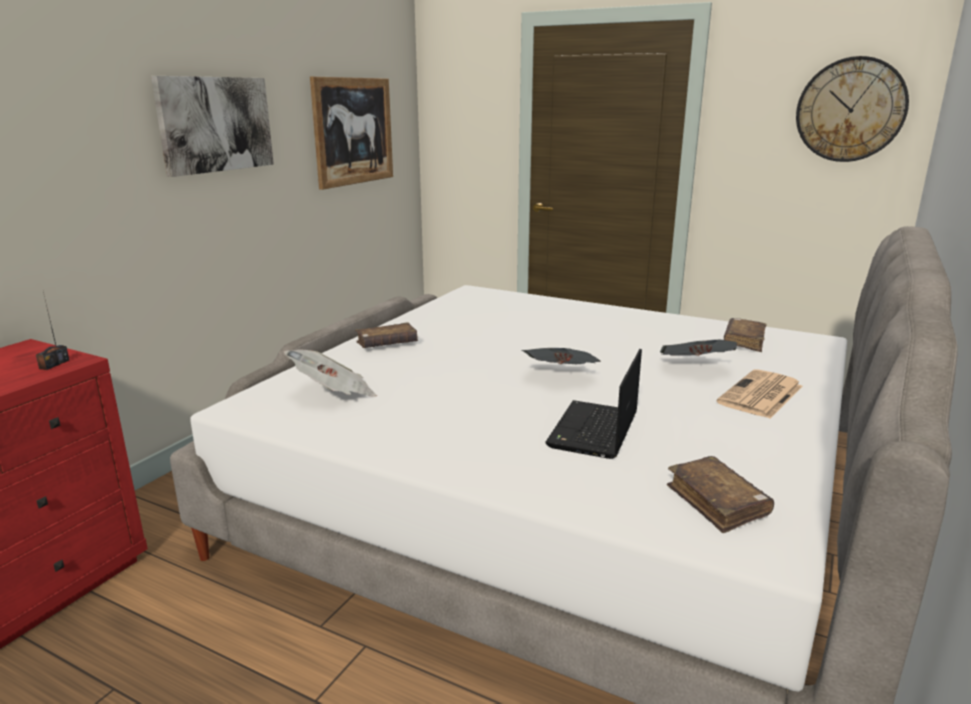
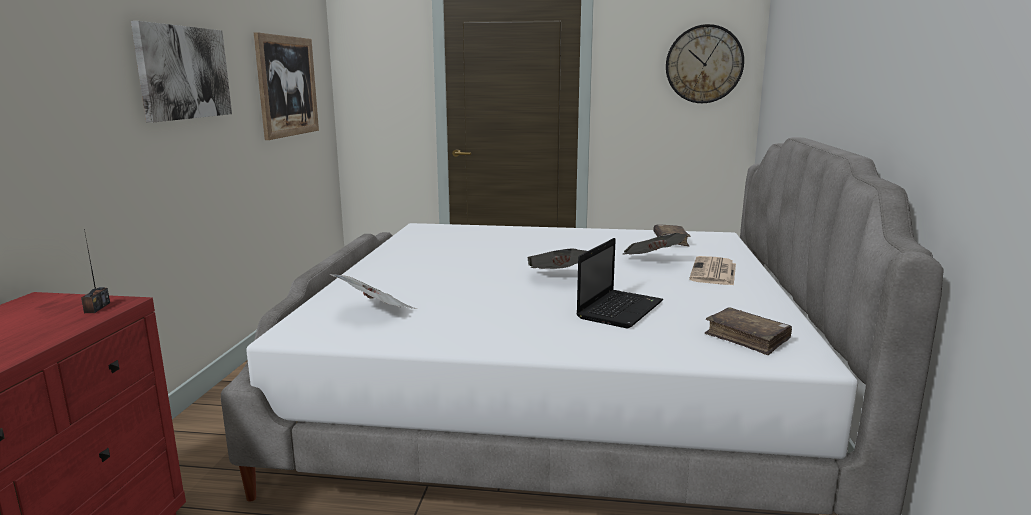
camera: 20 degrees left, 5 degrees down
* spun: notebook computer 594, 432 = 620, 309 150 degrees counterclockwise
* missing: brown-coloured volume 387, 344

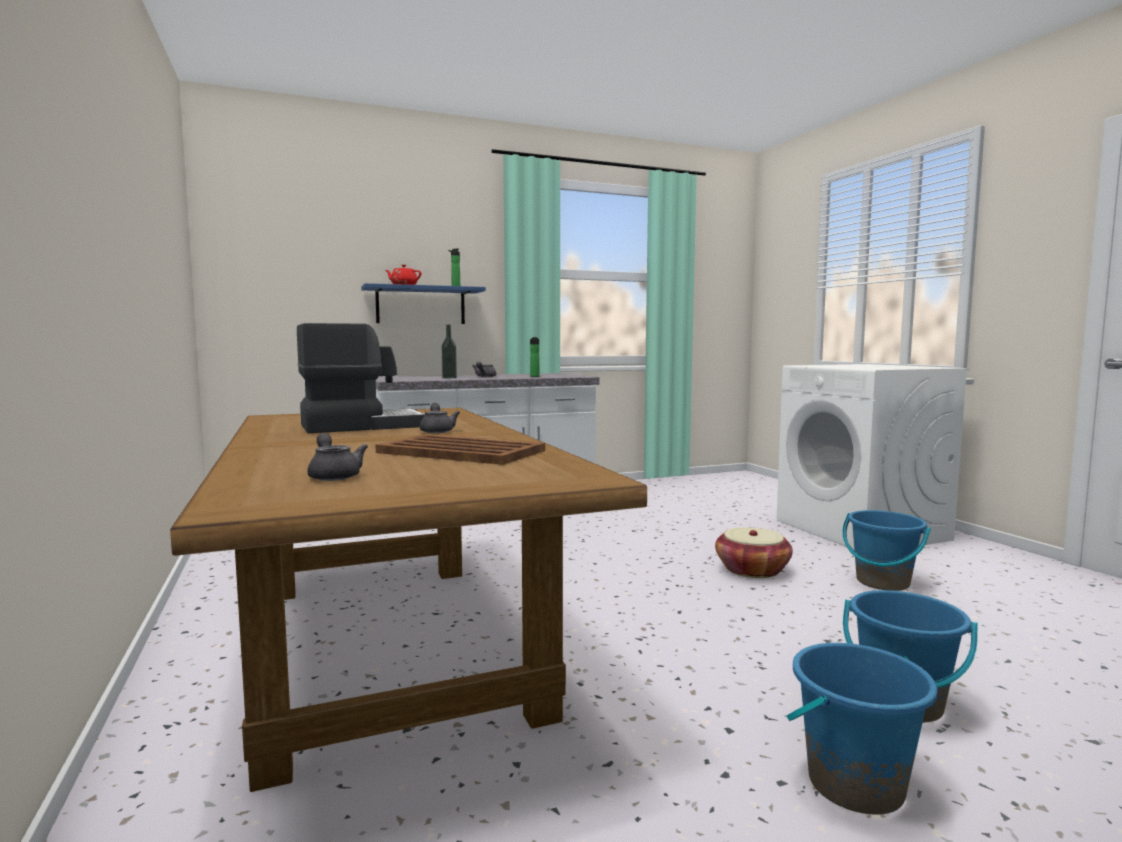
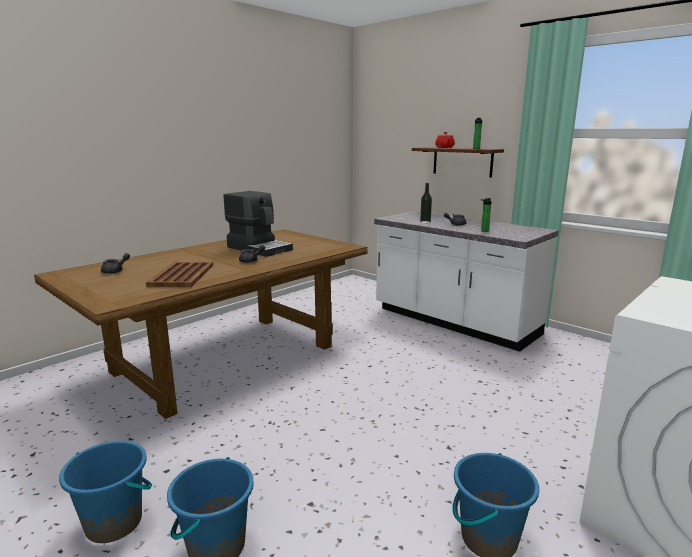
camera: 65 degrees right, 10 degrees up
* colour: blue shelf 421, 305 to brown-coloured shelf 462, 161
* missing: basket 752, 570

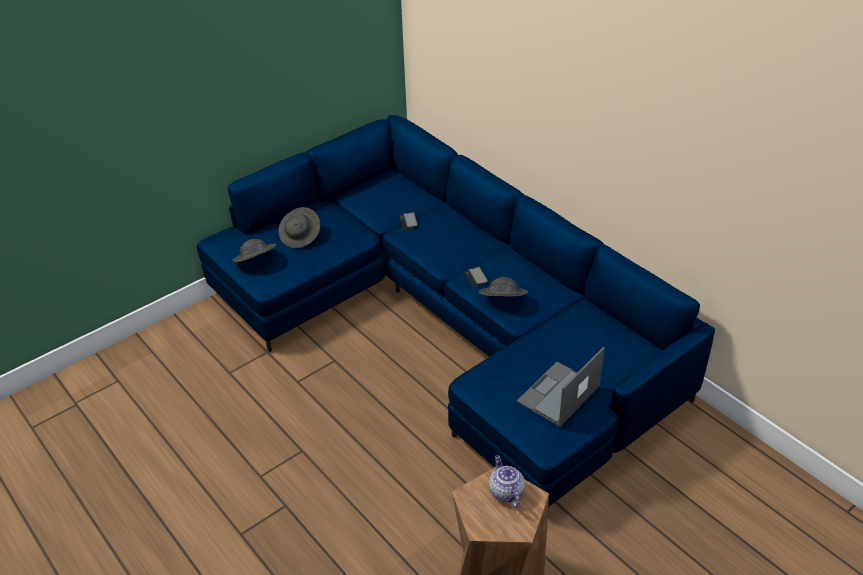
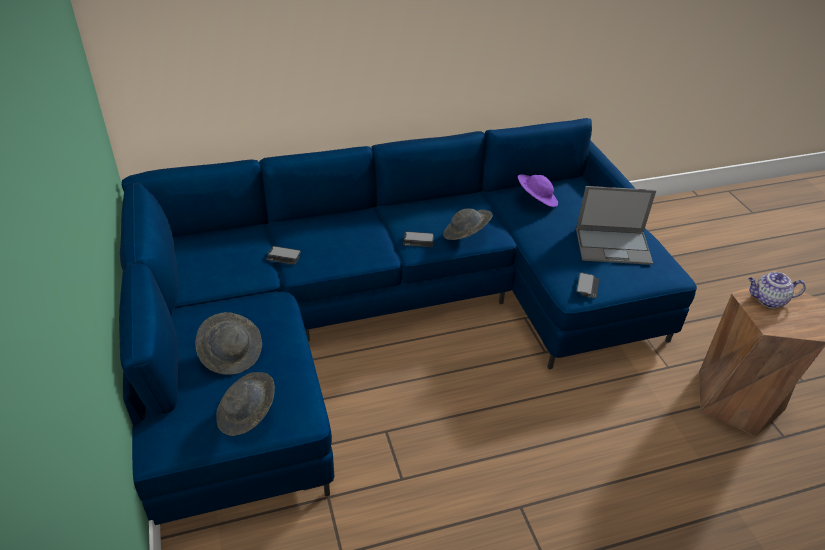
camera: 70 degrees left, 0 degrees up
* appeared: purple-coloured wearable hat 535, 200
* spun: notebook computer 558, 395 = 614, 246 60 degrees counterclockwise
* appeared: handset 587, 286

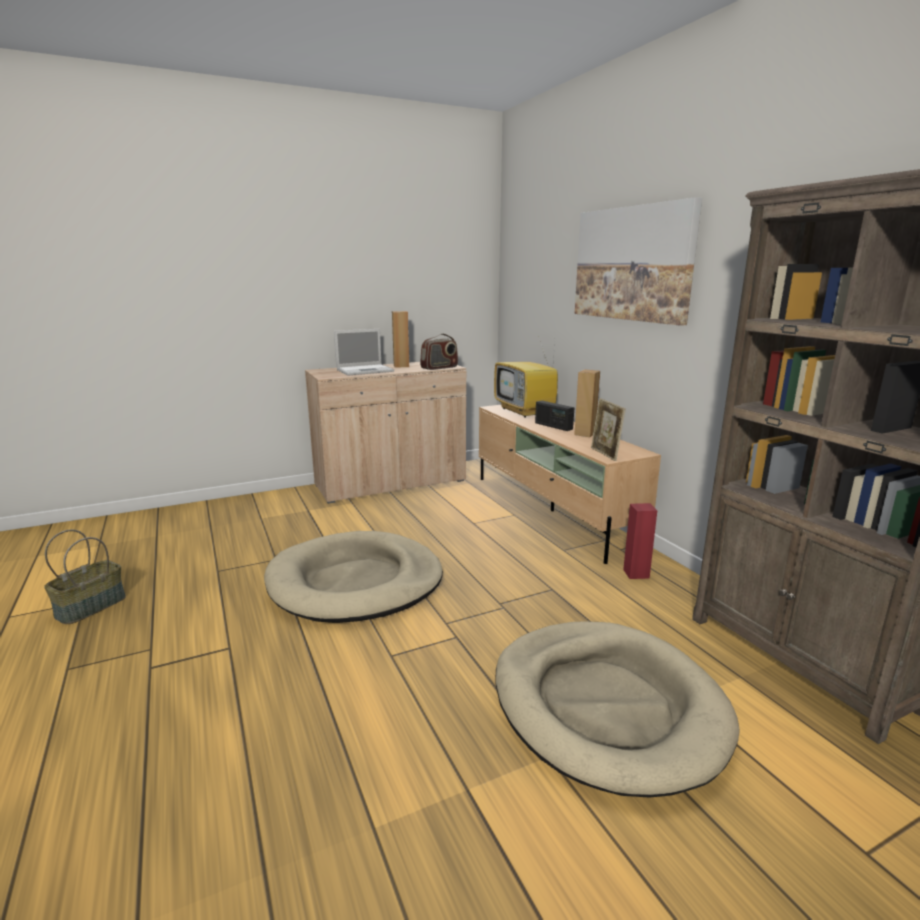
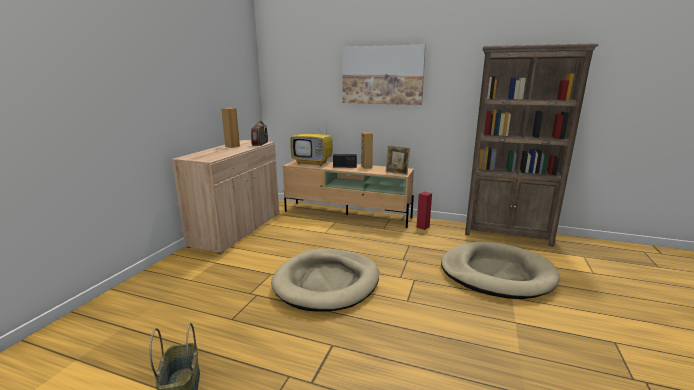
camera: 45 degrees left, 0 degrees up
* missing: notebook computer 366, 370

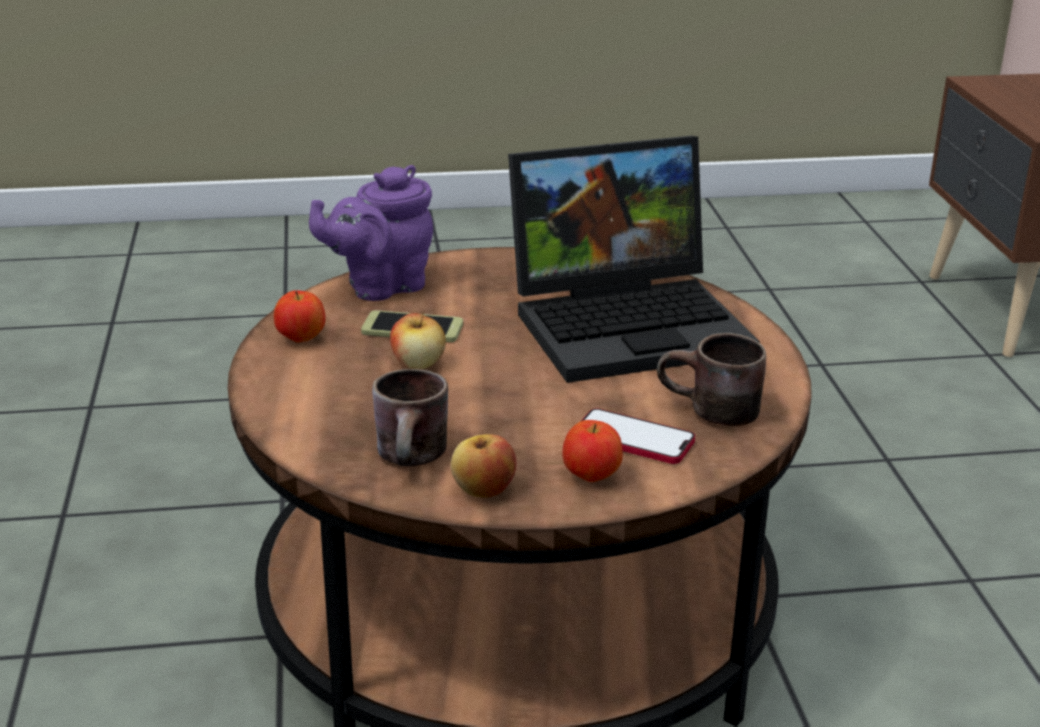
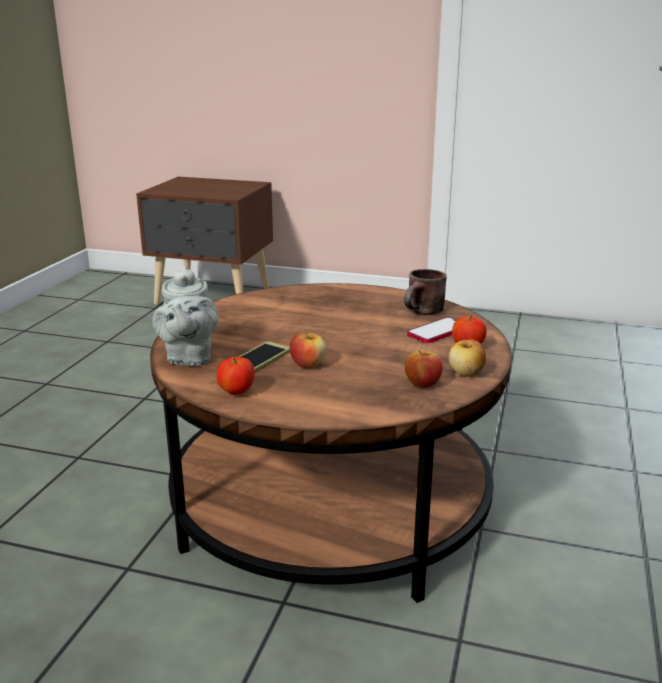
camera: 65 degrees left, 5 degrees down
* colour: purple-coloured teapot 380, 286 to grey teapot 189, 357
* exchanged: brown-coloured tea mug 417, 459 to apple 422, 384
* missing: notebook computer 631, 322

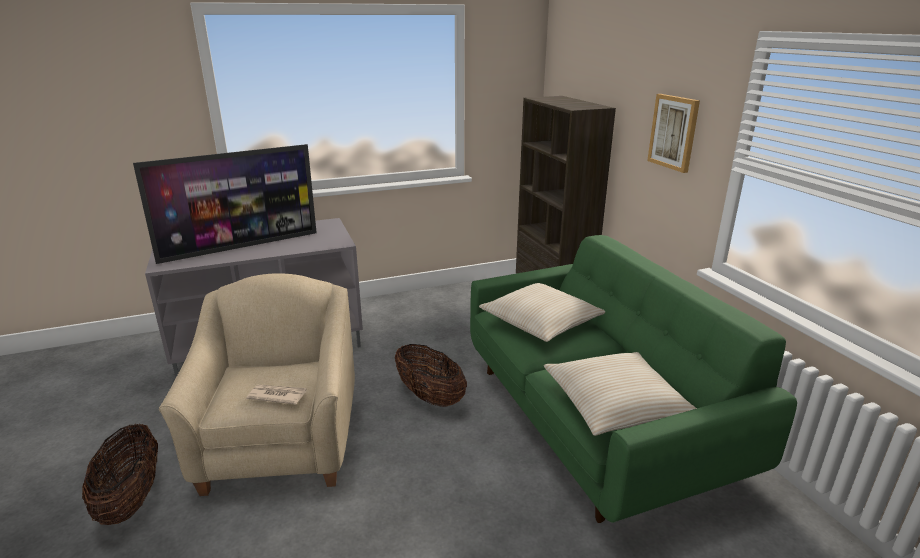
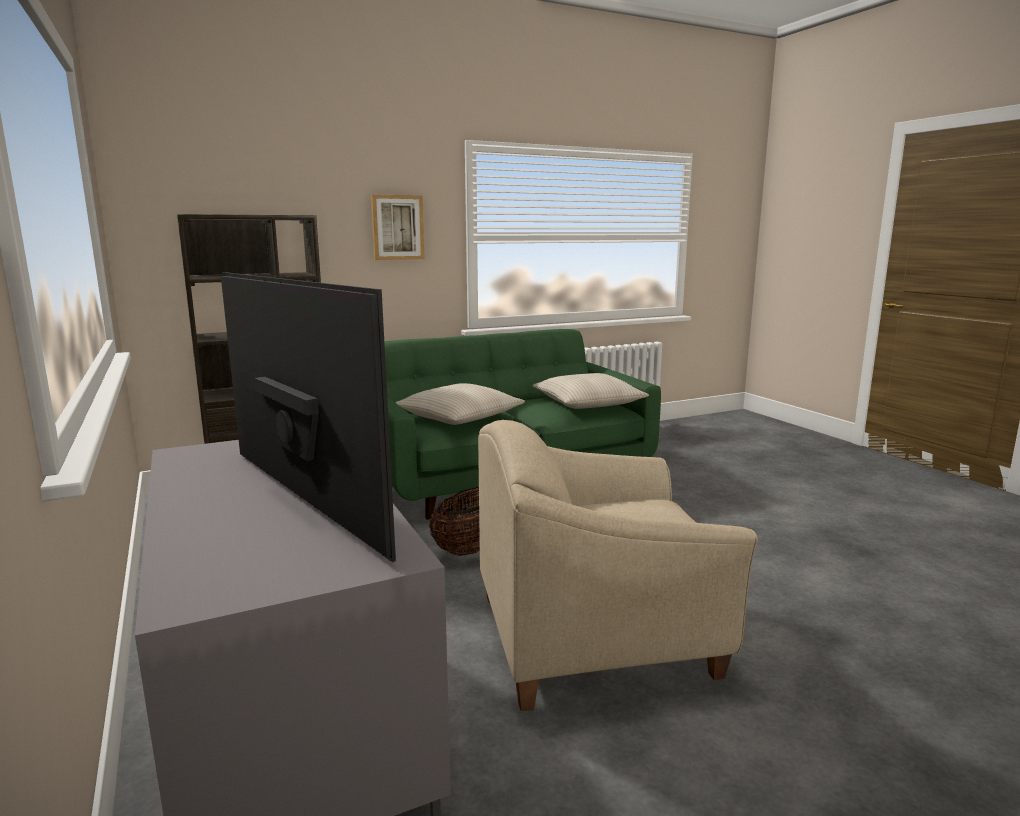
camera: 95 degrees left, 10 degrees down
* missing: basket 131, 498
* missing: printed paper 277, 395

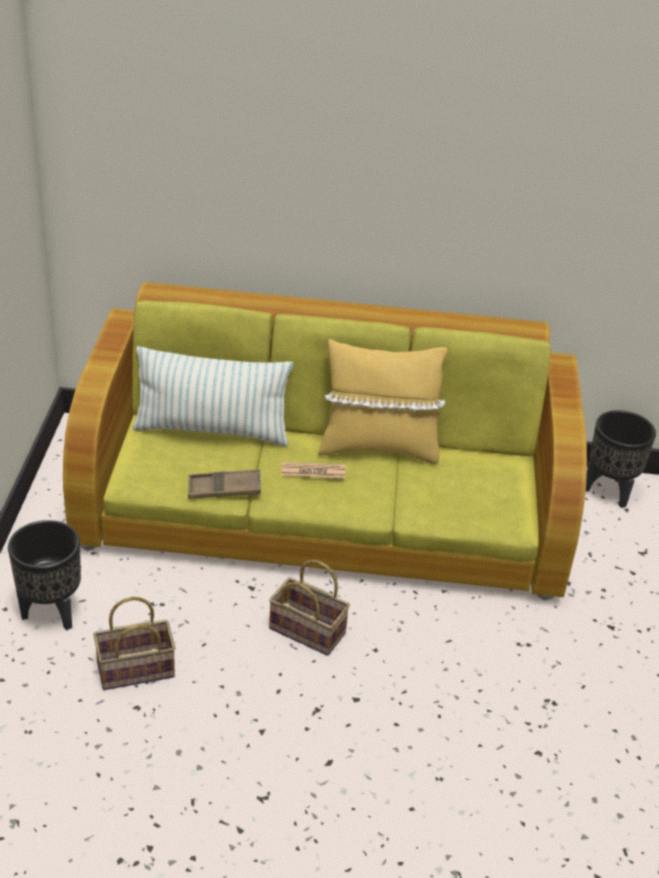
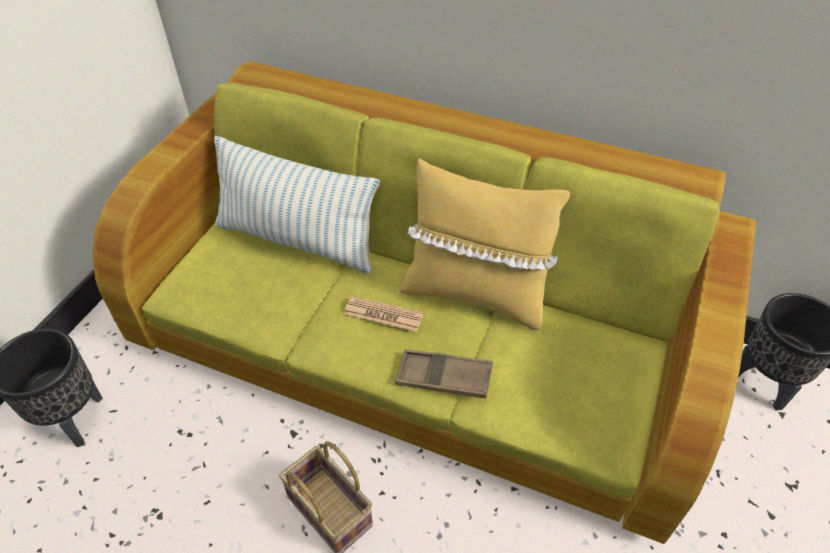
camera: 20 degrees right, 10 degrees up
* relocated: brown-coloured carrying tray 224, 489 to 444, 378
* missing: basket 134, 671

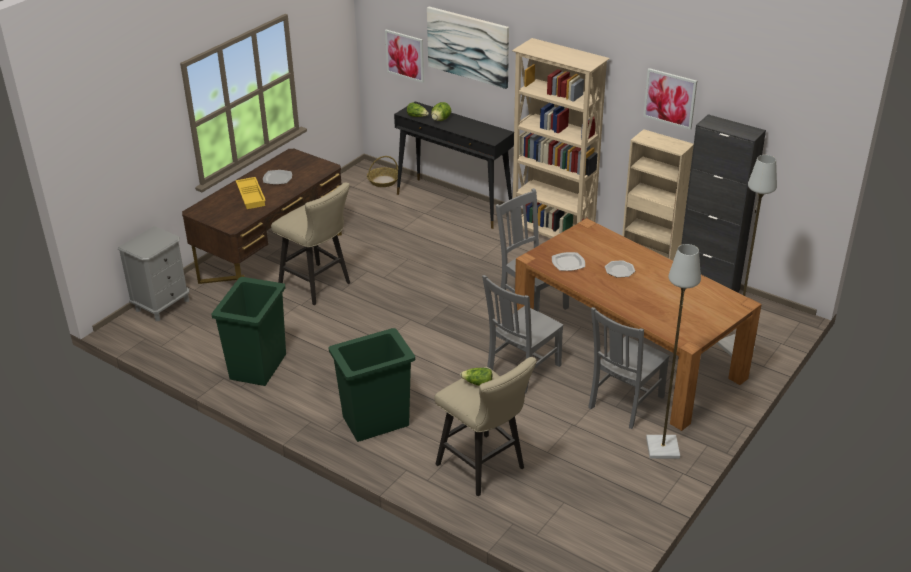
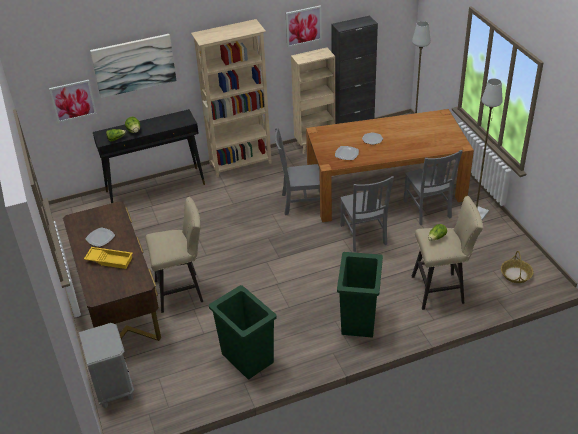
camera: 55 degrees left, 5 degrees up
* relocated: basket 383, 181 to 515, 274

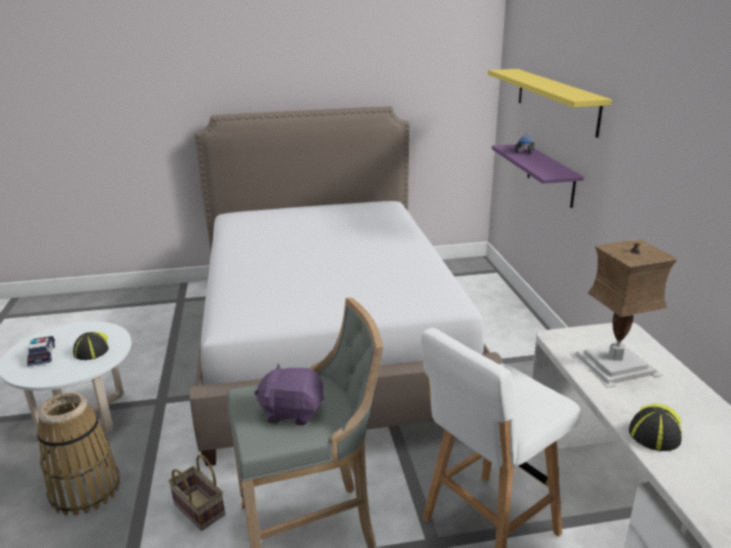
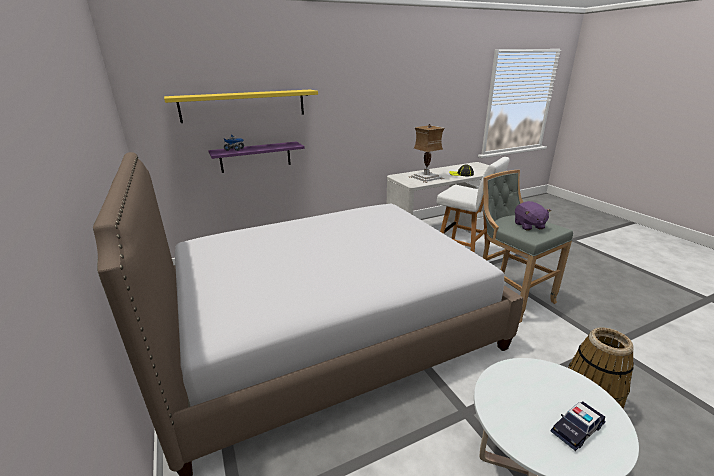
camera: 105 degrees left, 0 degrees up
* missing: baseball cap 92, 347
* missing: basket 197, 509

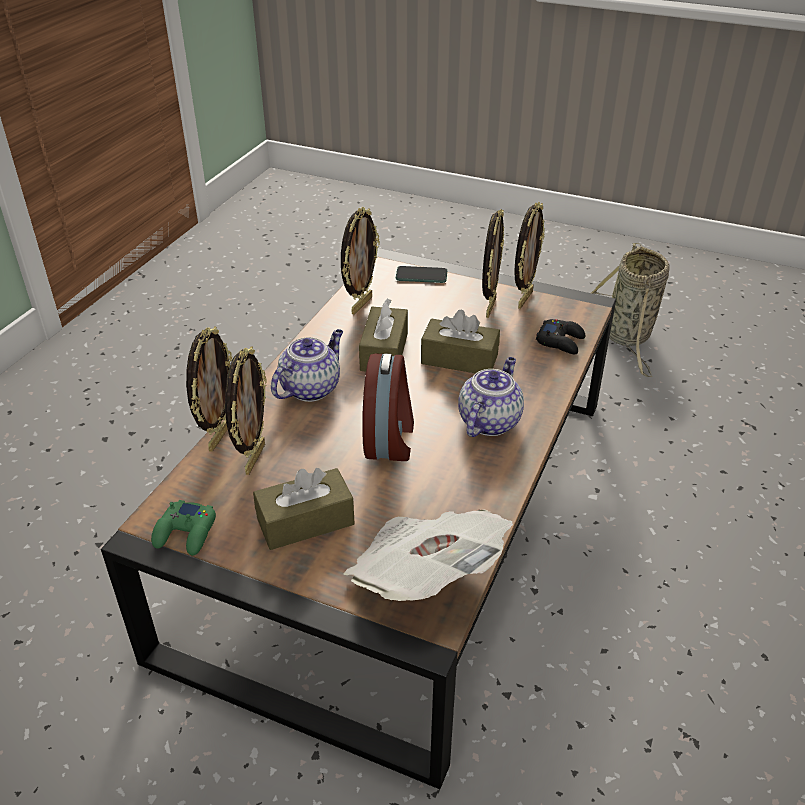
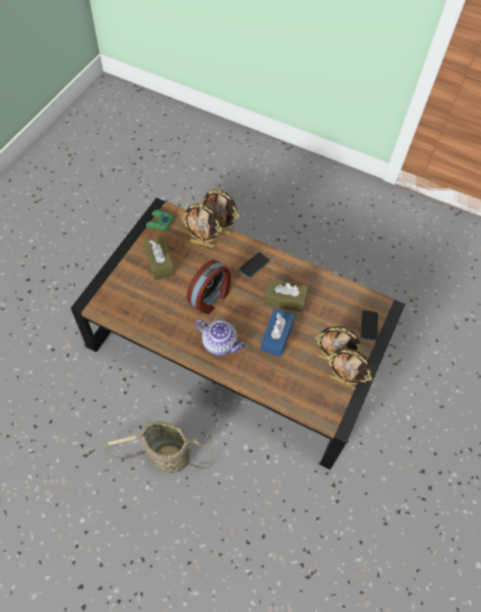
camera: 90 degrees right, 20 degrees up
* relocated: basket 628, 338 to 166, 457
* spun: alarm clock 390, 438 = 210, 298 60 degrees counterclockwise
* exchanged: teapot 310, 388 to handset 254, 265
* colour: brown-coloured tissue box 459, 359 to blue tissue box 276, 336
* missing: picture frame 360, 304
* missing: printed paper 424, 577
* missing: black-coloured game controller 561, 341

